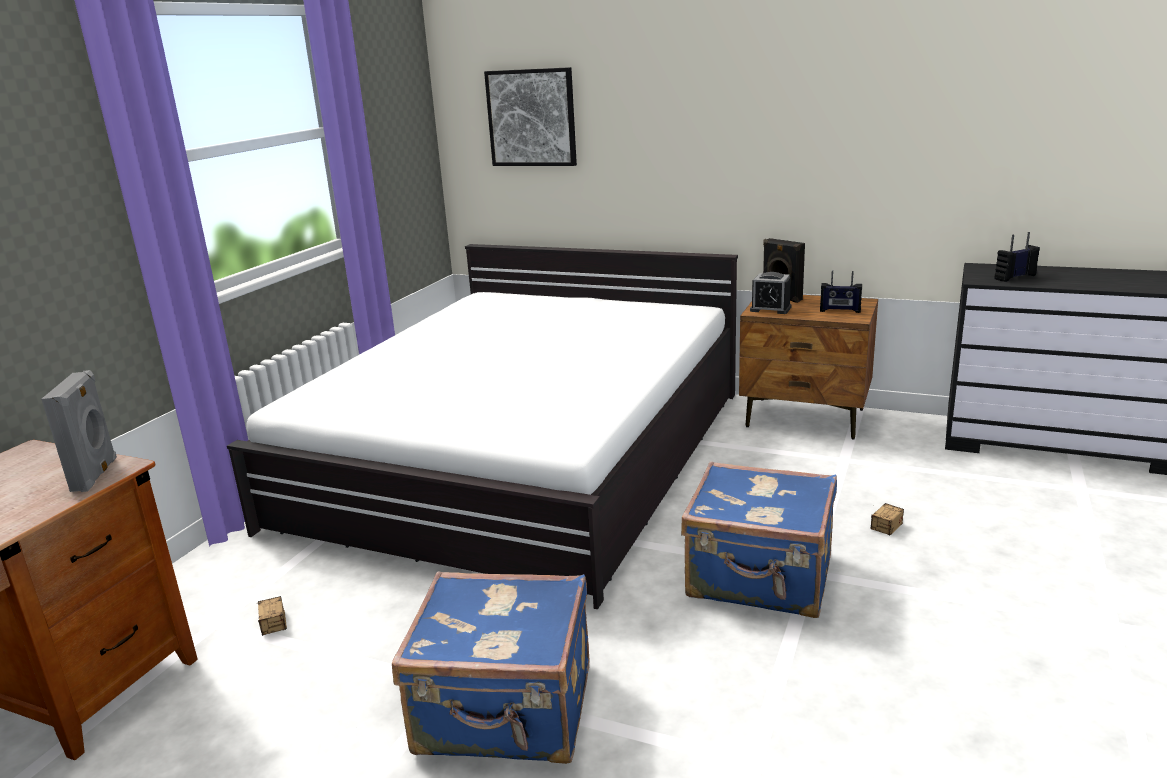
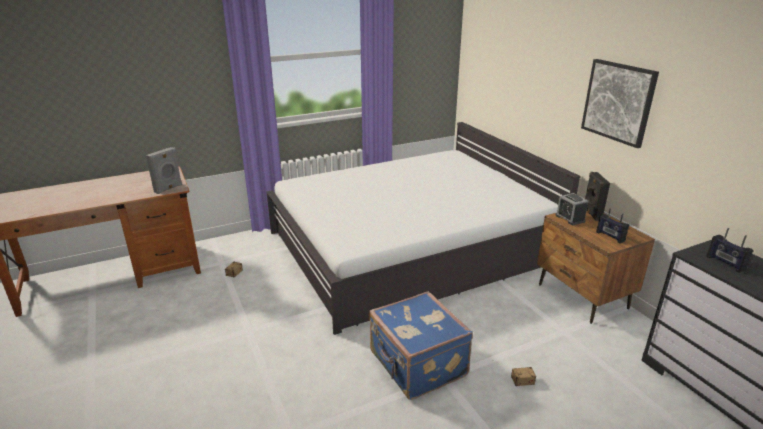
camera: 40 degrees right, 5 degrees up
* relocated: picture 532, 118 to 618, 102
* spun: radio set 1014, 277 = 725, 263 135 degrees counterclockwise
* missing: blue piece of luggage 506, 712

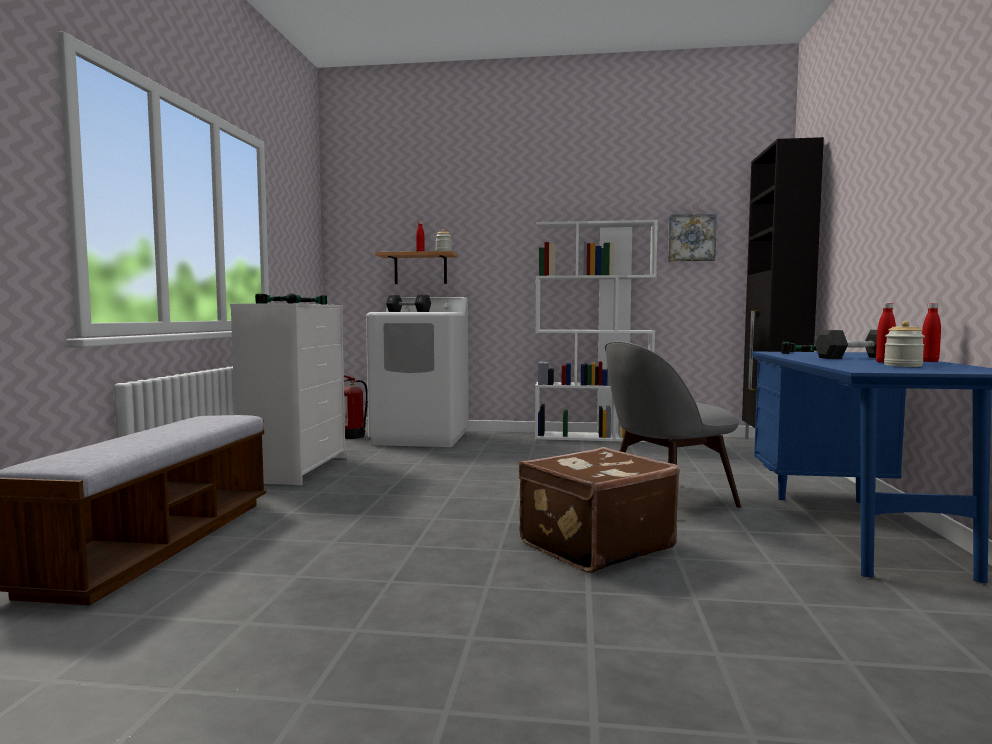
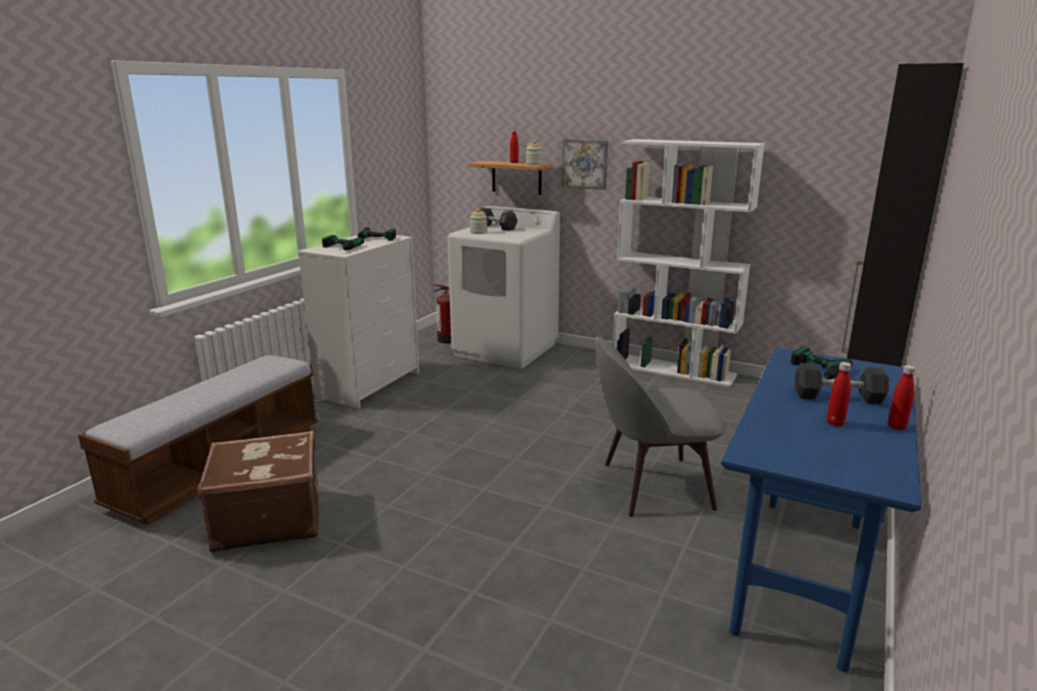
camera: 20 degrees right, 15 degrees up
* relocated: brown-coloured piece of luggage 593, 544 to 268, 519
* relocated: storage jar 903, 366 to 478, 232
* relocated: picture 691, 238 to 585, 164

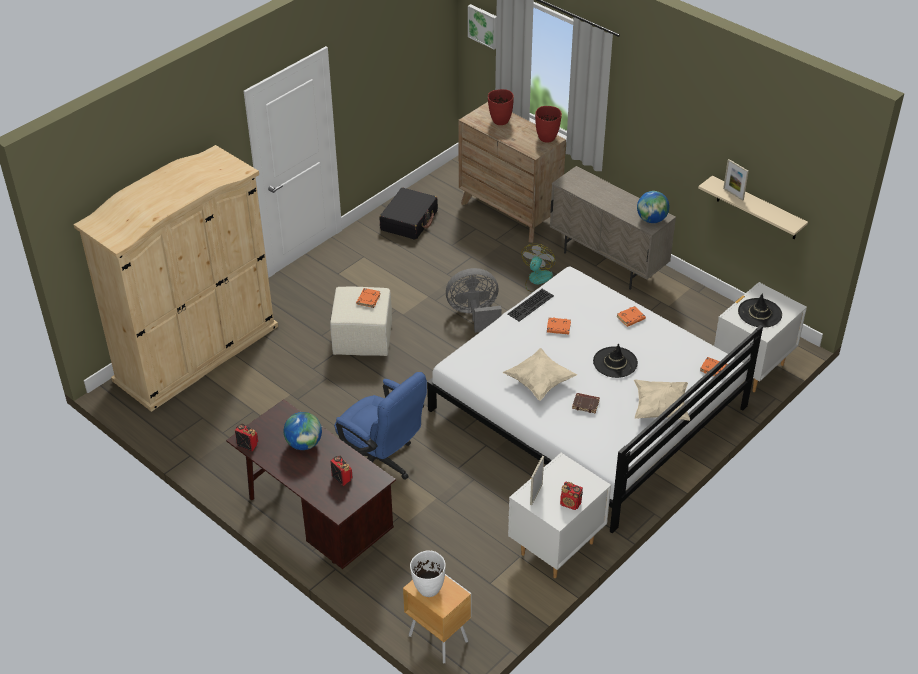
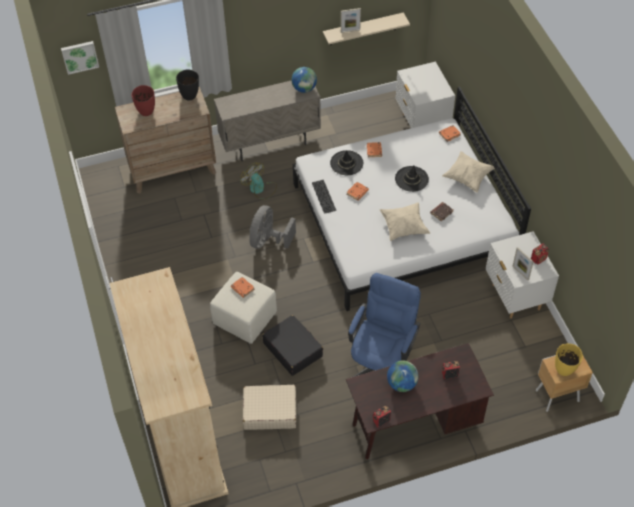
camera: 60 degrees left, 10 degrees up
* colour: red-coloured decorative vase 547, 138 to black-coloured decorative vase 190, 96
* appeared: sand-coloured piece of luggage 269, 411
* relocated: black-coloured piece of luggage 409, 221 to 293, 349
* relocated: black-coloured wearable hat 759, 313 to 346, 163
* spun: blue desk chair 381, 463 = 381, 361 45 degrees counterclockwise
* colour: white decorative vase 428, 589 to yellow-coloured decorative vase 564, 370

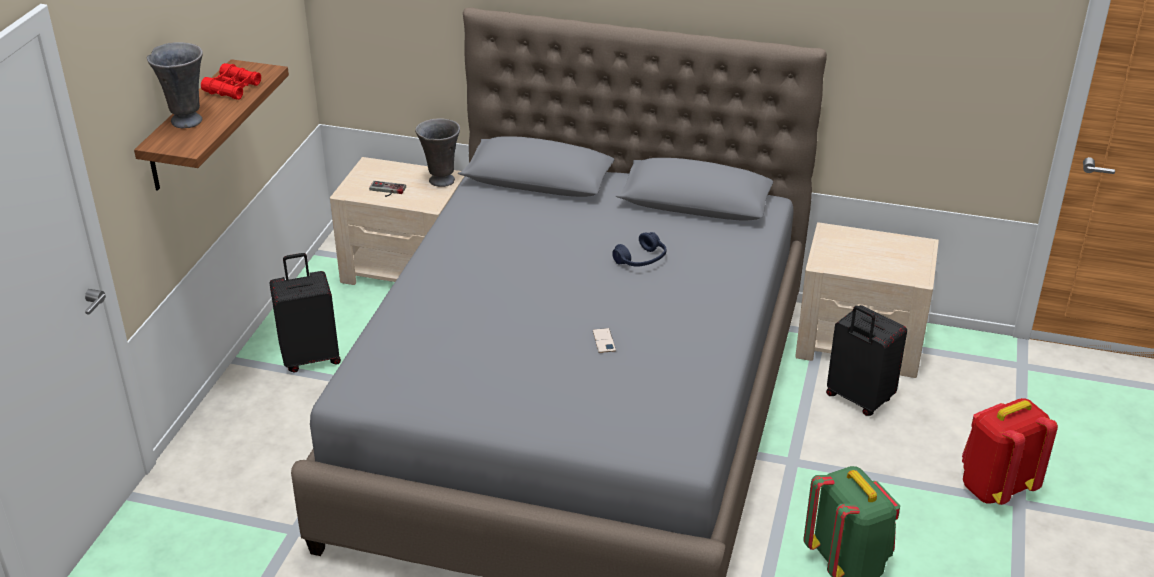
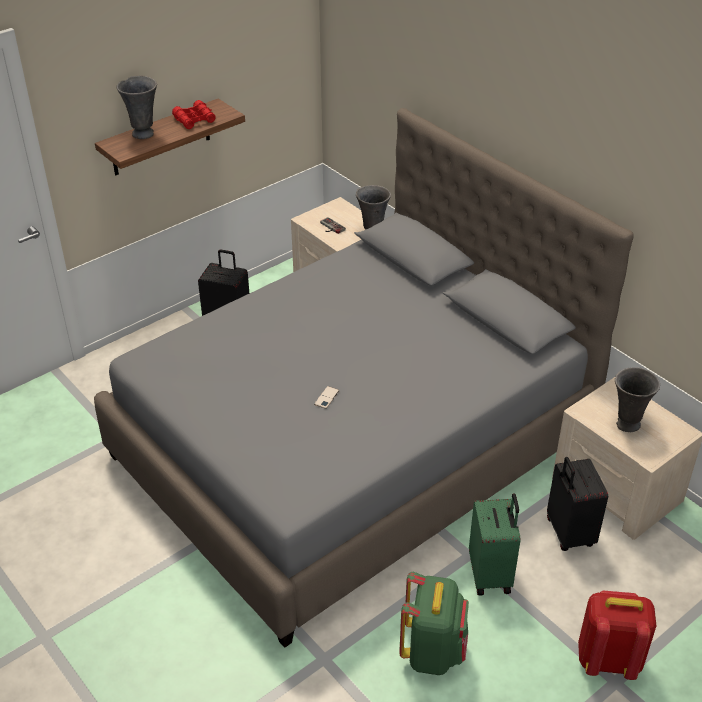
camera: 35 degrees right, 5 degrees up
* appeared: greenish piece of luggage 491, 574
* appeared: grey decorative vase 627, 424
* missing: blue headset 641, 260

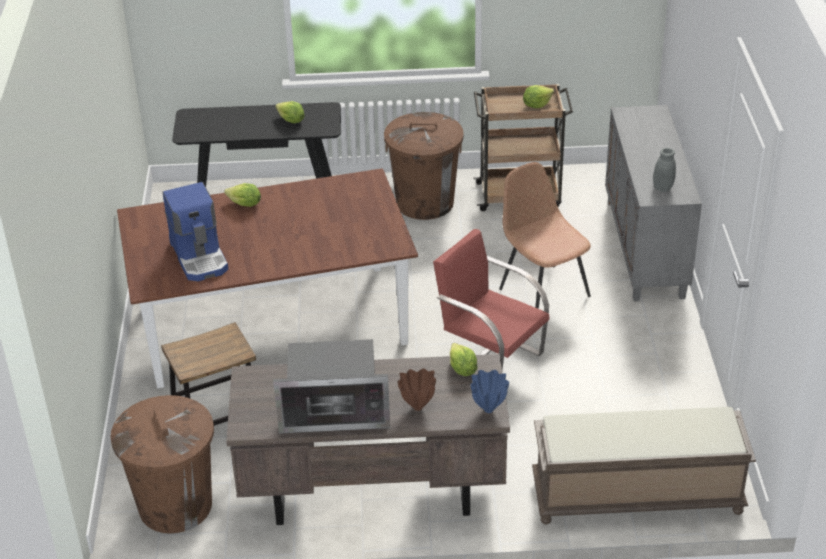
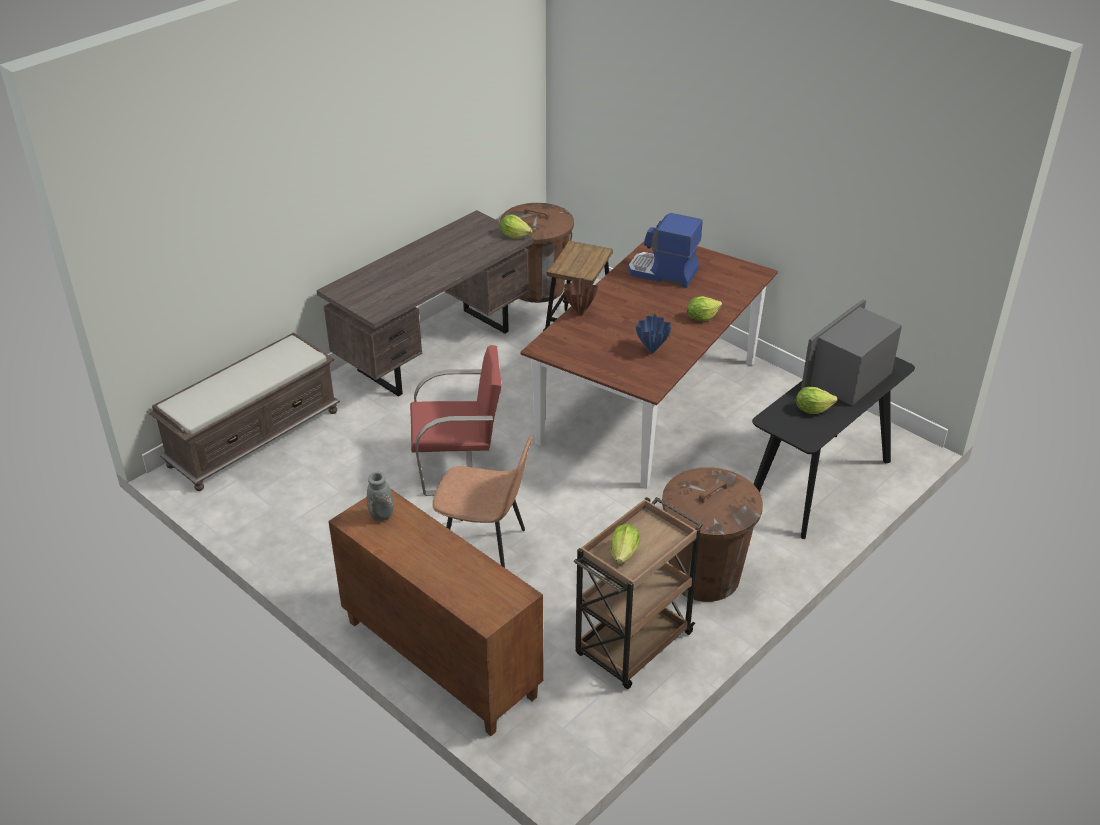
camera: 135 degrees right, 0 degrees up
* colour: grey cabinet 646, 249 to brown-coloured cabinet 438, 659
* relocated: head of lettuce 462, 369 to 515, 235
* relocated: brown-coloured decorative vase 417, 408 to 580, 312
* relocated: blue decorative vase 489, 409 to 651, 351
* relocated: kitchen microwave 334, 410 to 849, 378

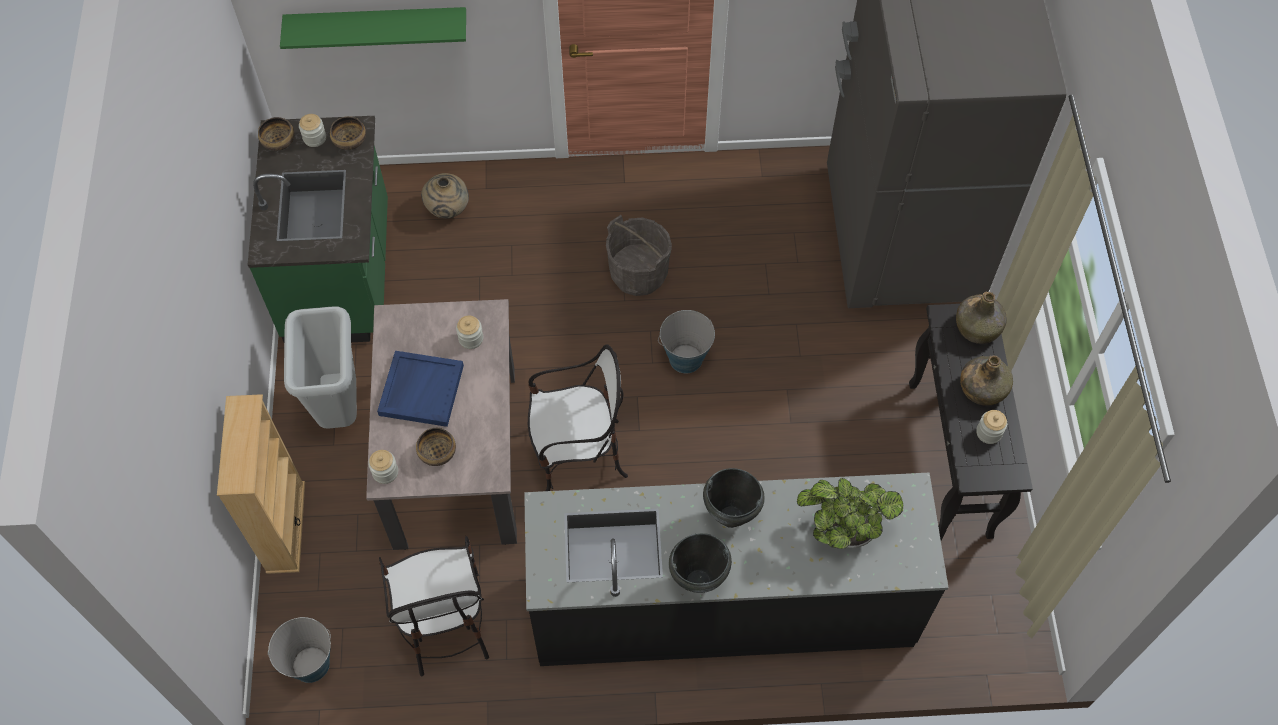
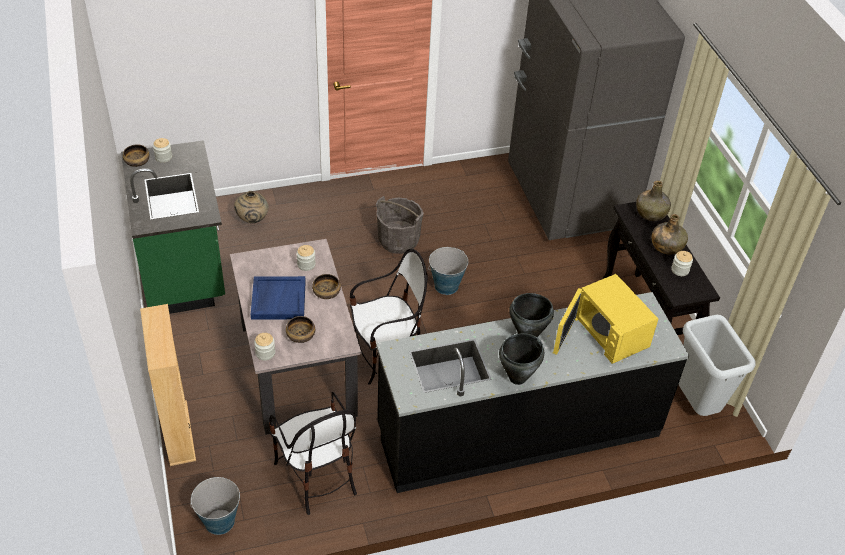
camera: 15 degrees left, 15 degrees down
* relocated: serving bowl 349, 140 to 326, 293
* exchanged: plant in a pot 843, 529 to yellow-coloured kitchen microwave 606, 332
* relocated: grey trash can 339, 408 to 695, 405
* missing: greenish shelf 377, 26

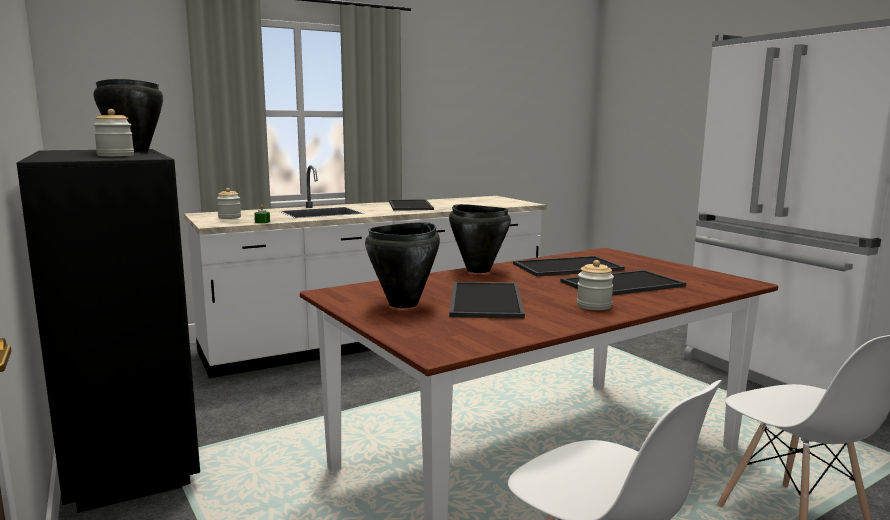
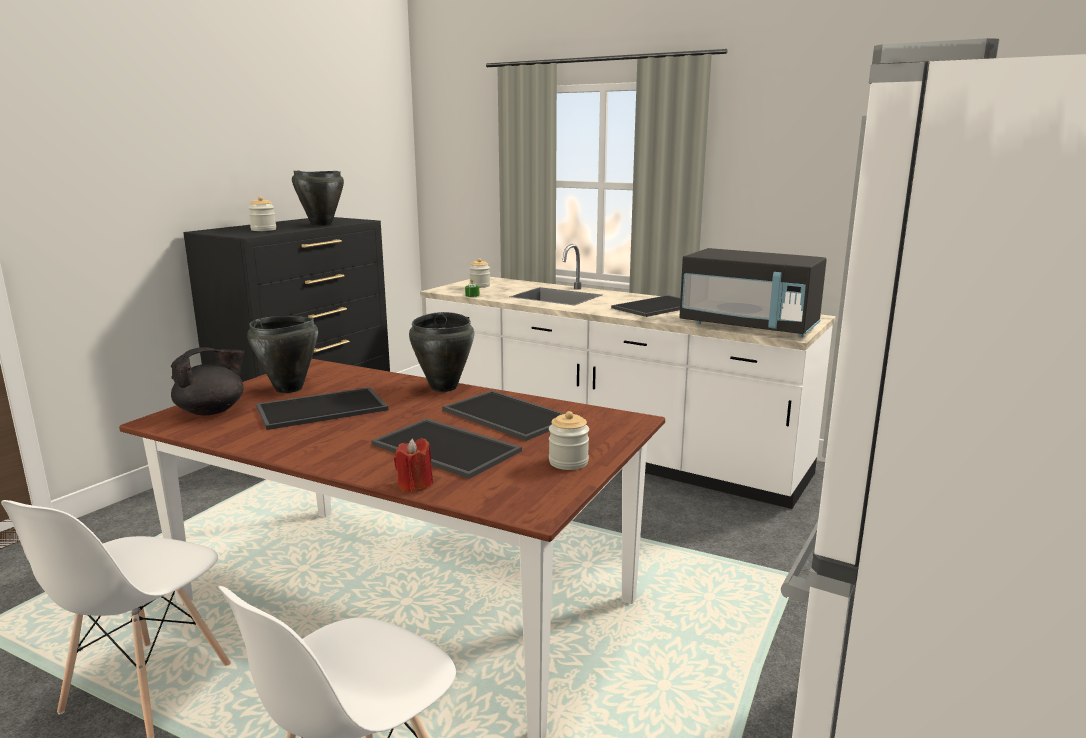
camera: 60 degrees right, 5 degrees up
* appeared: black-coloured teapot 212, 411
* appeared: red-coloured wax candle 415, 485
* relocated: storage jar 594, 306 to 568, 462
* appeared: black-coloured kitchen microwave 749, 327

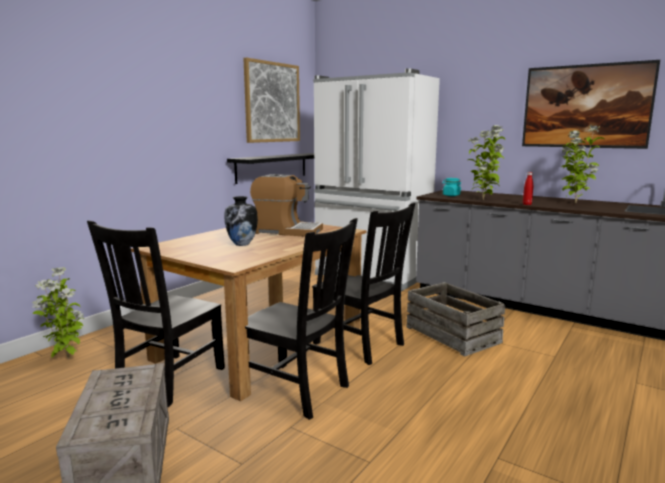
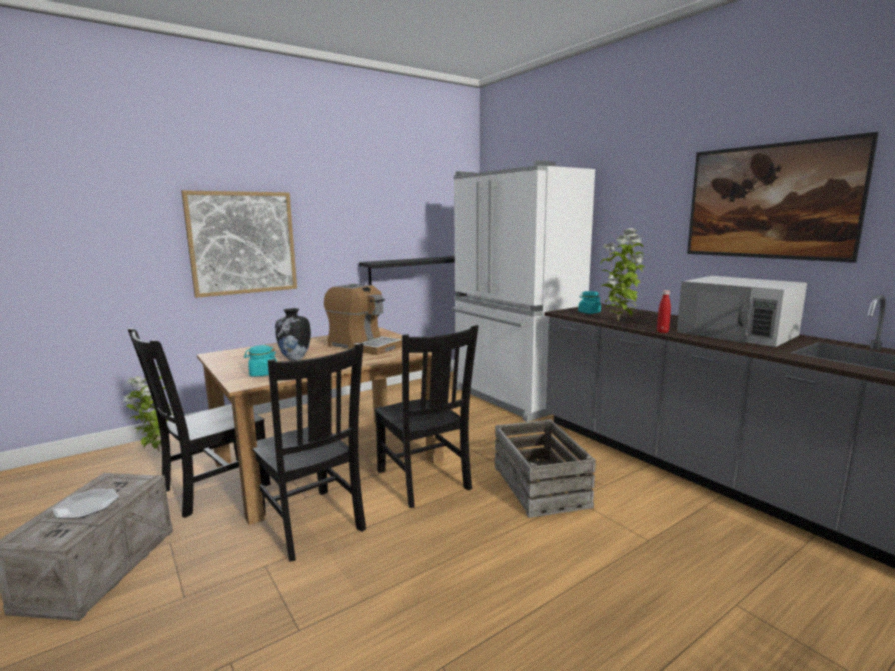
camera: 20 degrees right, 0 degrees up
* appeared: dinner plate 87, 505
* relocated: picture 272, 102 to 242, 243
* appeared: turquoise-coloured storage jar 262, 374
* exchanged: plant in a pot 574, 203 to white kitchen microwave 737, 333

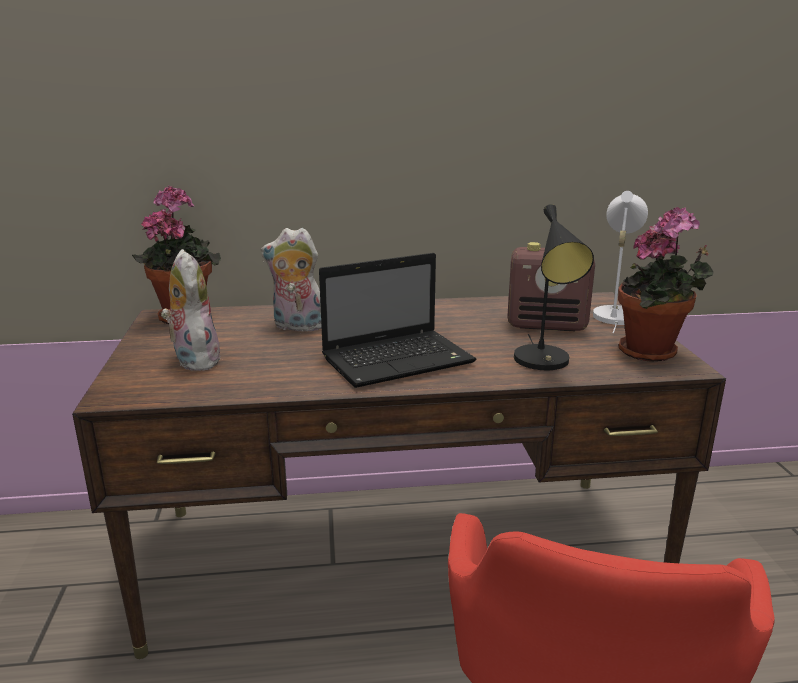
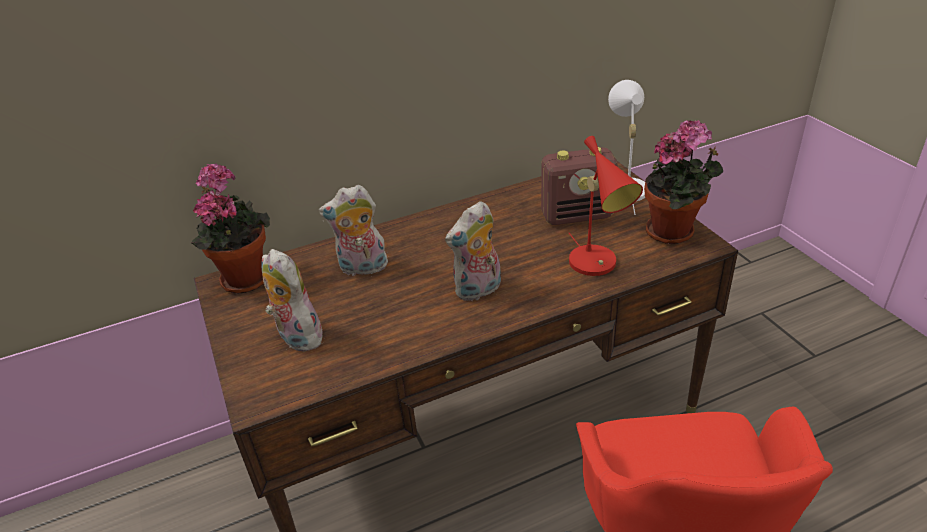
camera: 15 degrees left, 15 degrees up
* exchanged: notebook computer 400, 360 to plush toy 478, 291
* colour: black-coloured table lamp 545, 363 to red-coloured table lamp 597, 265

